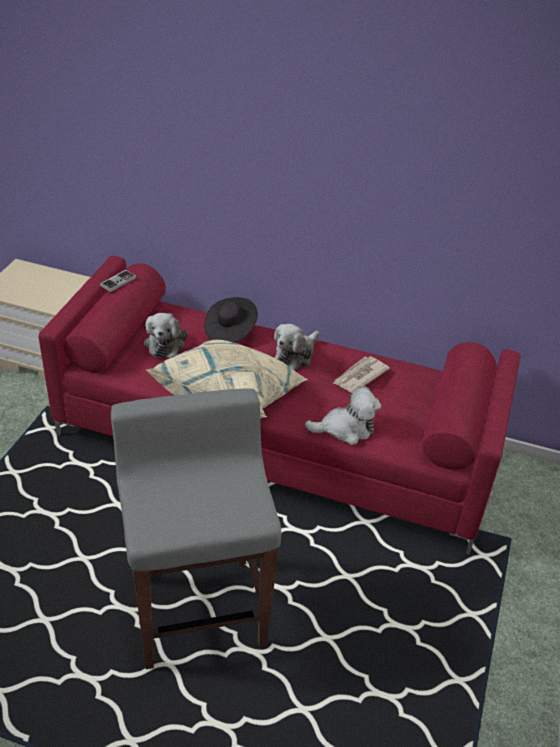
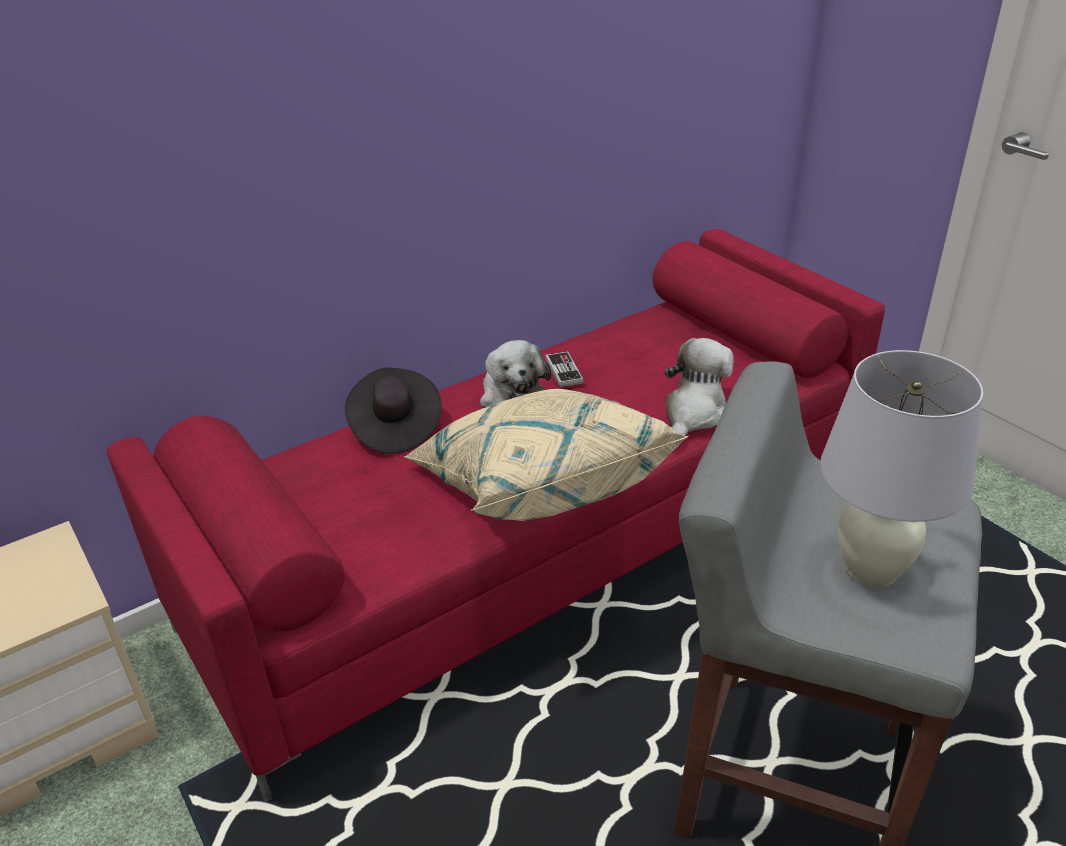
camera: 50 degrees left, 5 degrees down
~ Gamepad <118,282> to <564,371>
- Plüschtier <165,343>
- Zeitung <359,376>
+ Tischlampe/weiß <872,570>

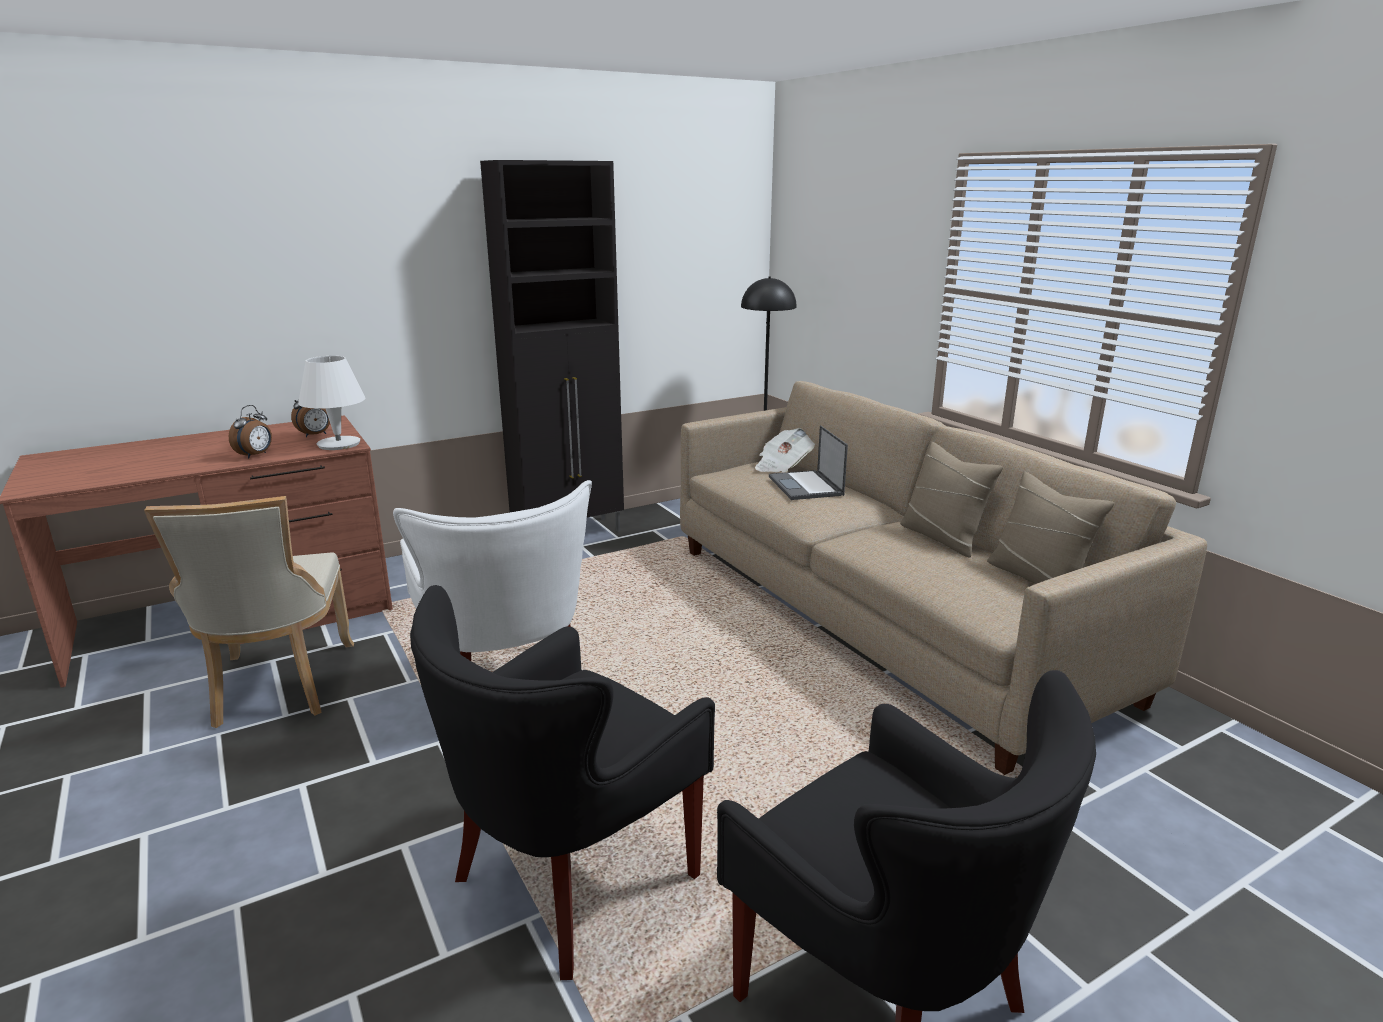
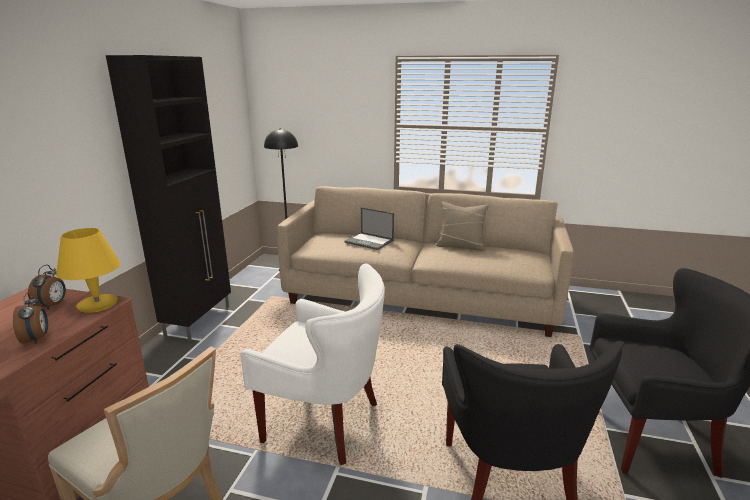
camera: 45 degrees left, 0 degrees up
~ Tischlampe/weiß <338,444> to Tischlampe/gelb <97,304>
- Zeitung <782,466>
- Kissen/beige <1038,579>

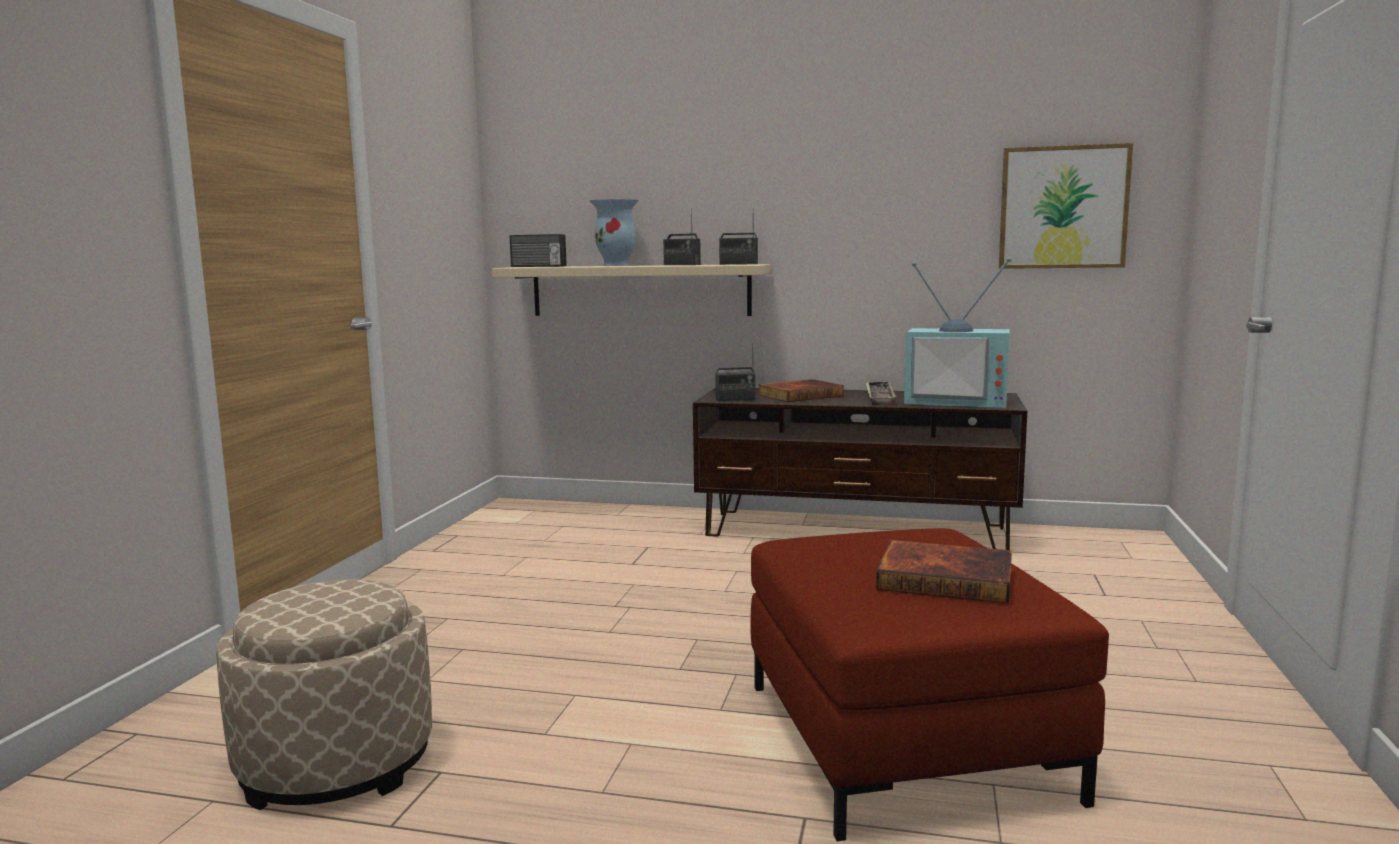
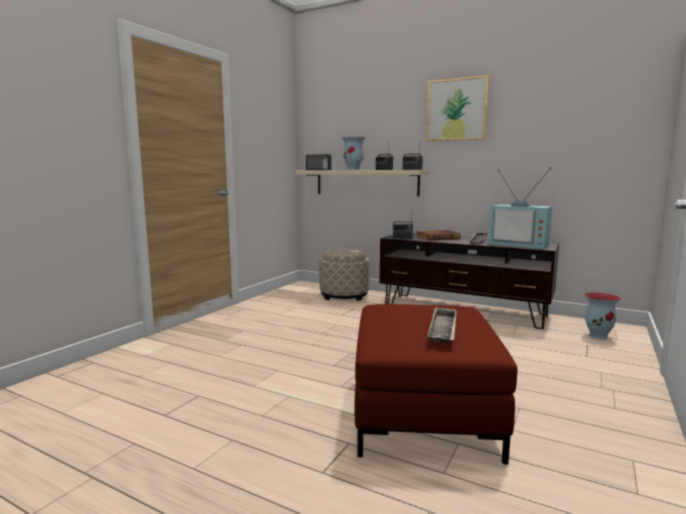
camera: 15 degrees right, 0 degrees up
~ Polsterhocker/beige <336,763> to <344,295>
~ Buch <946,578> to Tablett <443,330>
~ Bild <1063,207> to <457,109>
+ Vase <598,336>

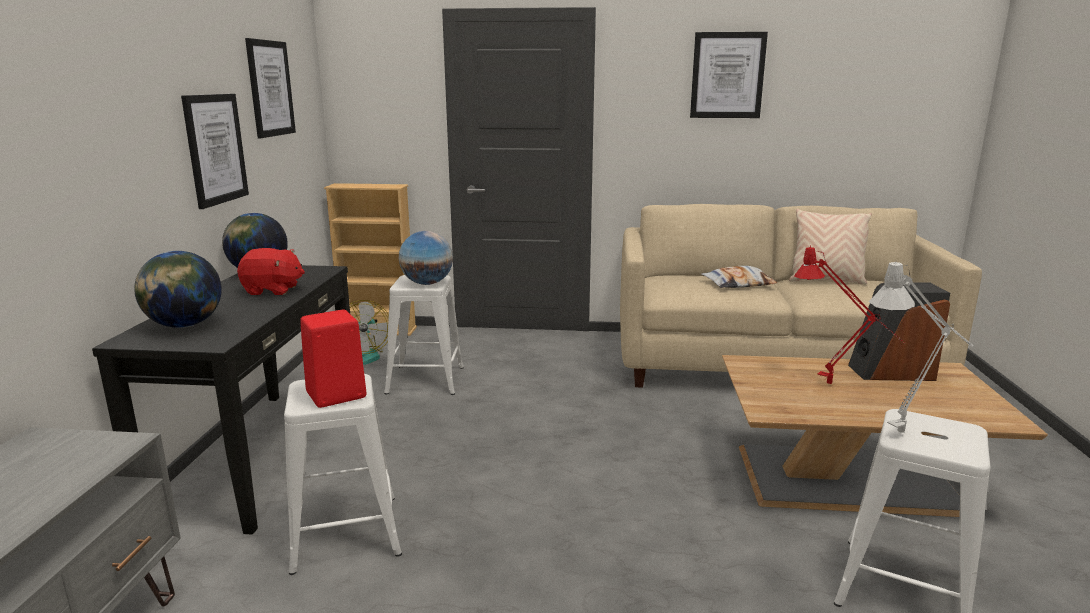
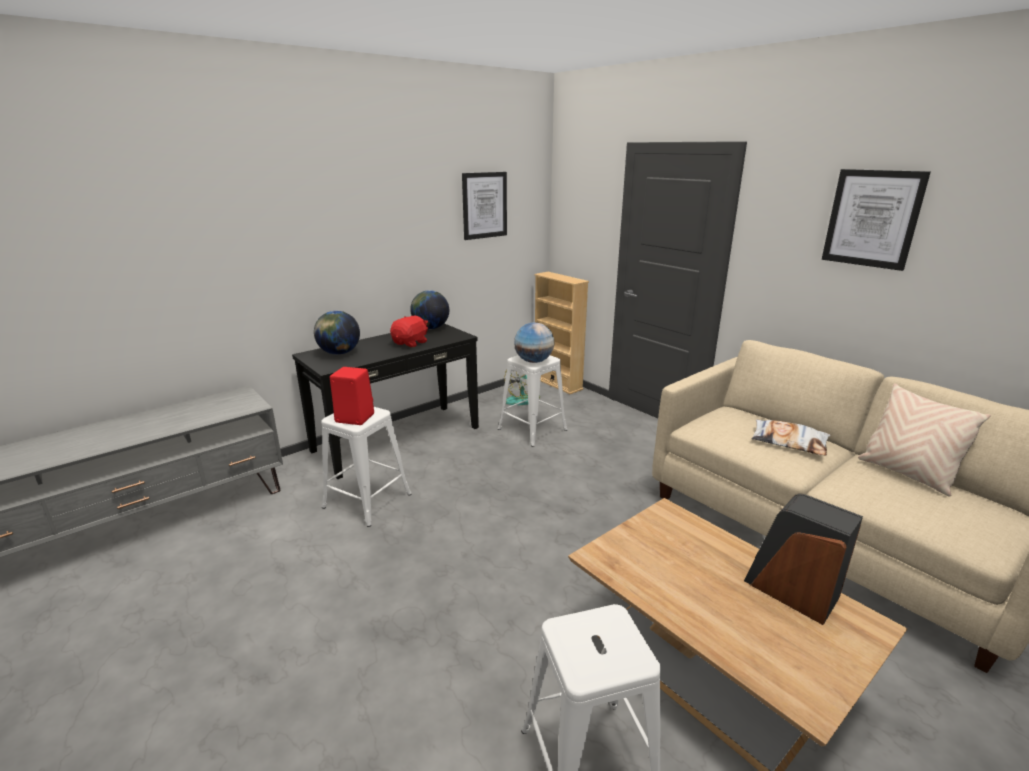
camera: 45 degrees right, 5 degrees up
- Bild <215,149>
~ Plüschtier/rot <272,290> = <411,343> 105 degrees counterclockwise
- Tischlampe/rot <836,387>
- Tischlampe/grau <907,432>

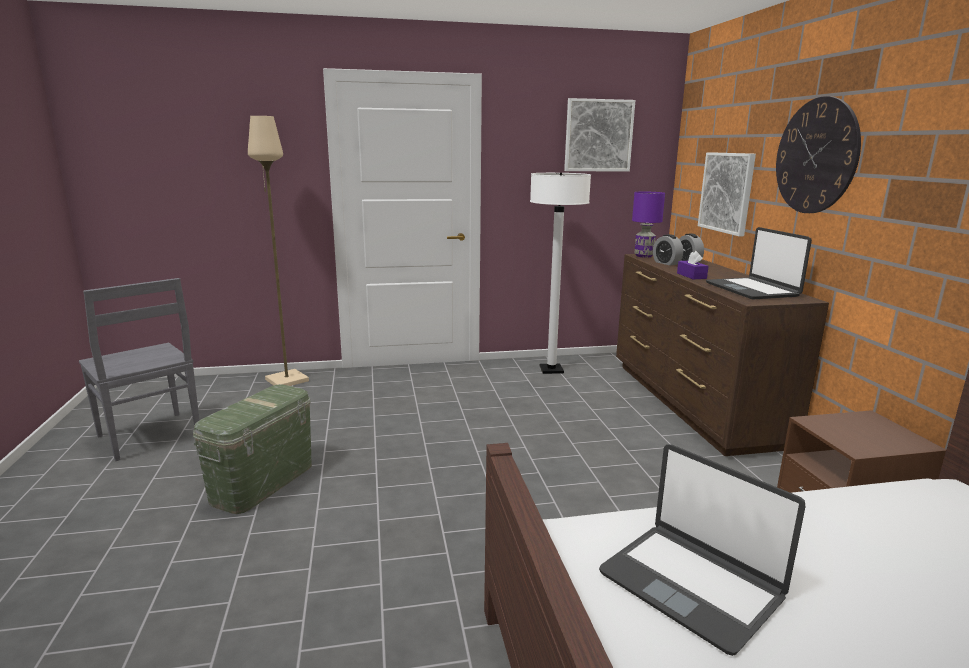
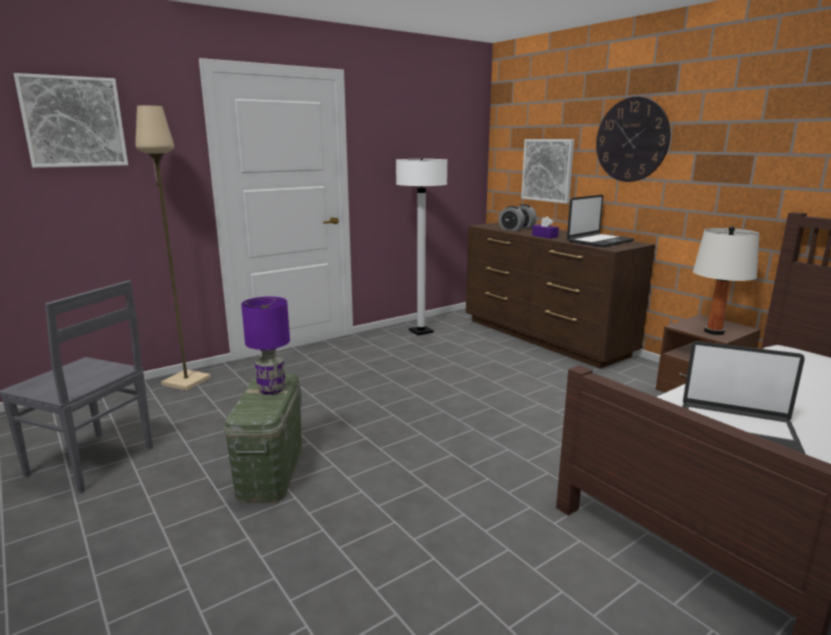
camera: 25 degrees left, 0 degrees up
~ Bild <598,135> to <74,122>
~ Tischlampe/lila <643,256> to <271,390>
~ Laptop <752,290> = <599,241> 90 degrees counterclockwise
+ Tischlampe/weiß <714,332>

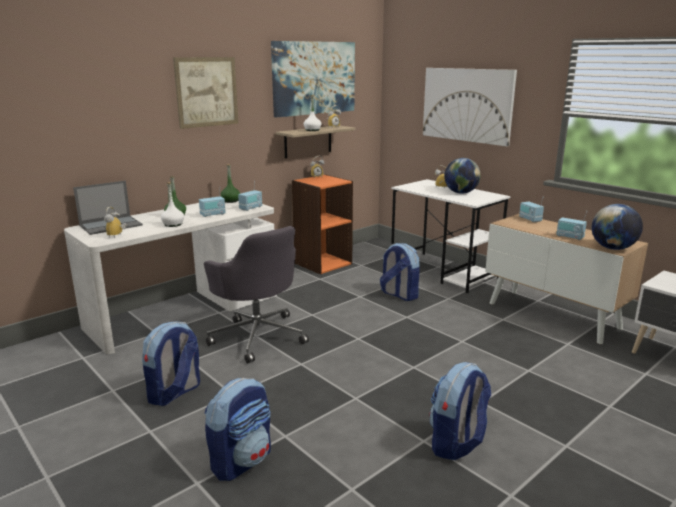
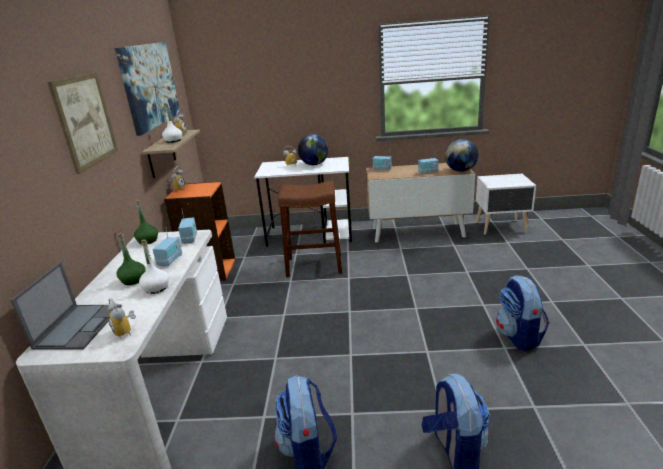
camera: 45 degrees left, 5 degrees up
- Bürostuhl/grau <257,336>
~ Rucksack <399,295> to Hocker/braun <314,265>
- Bild <467,105>

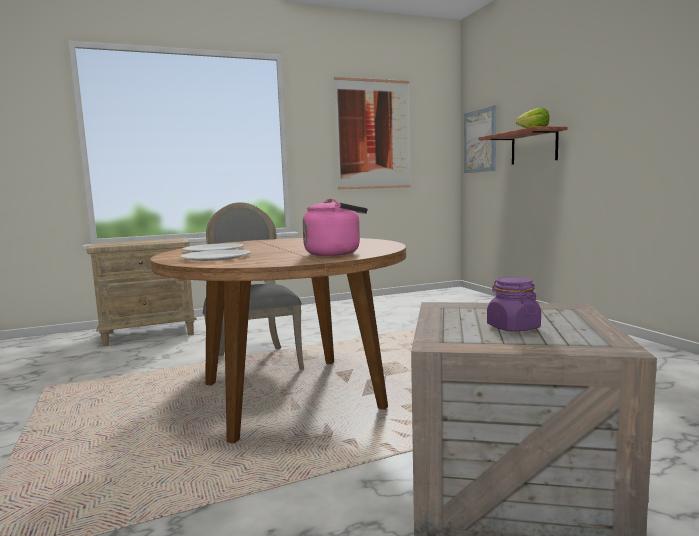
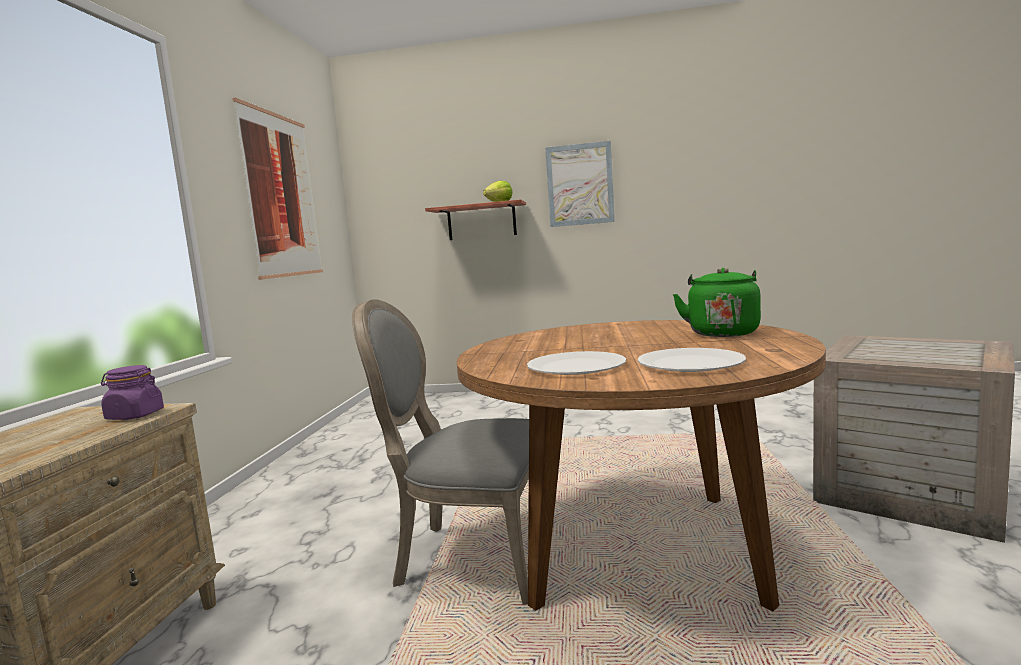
camera: 60 degrees left, 0 degrees up
~ Wasserkessel/rosa <336,253> to Wasserkessel/grün <722,332>
~ Bild <480,141> to <580,184>
~ Vorratsglas/lila <513,327> to <134,415>

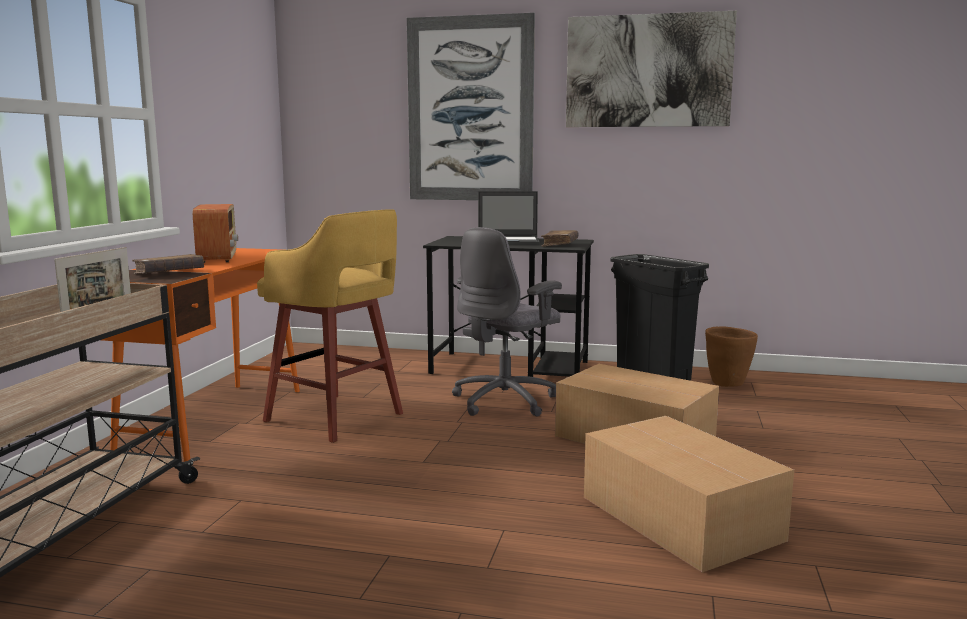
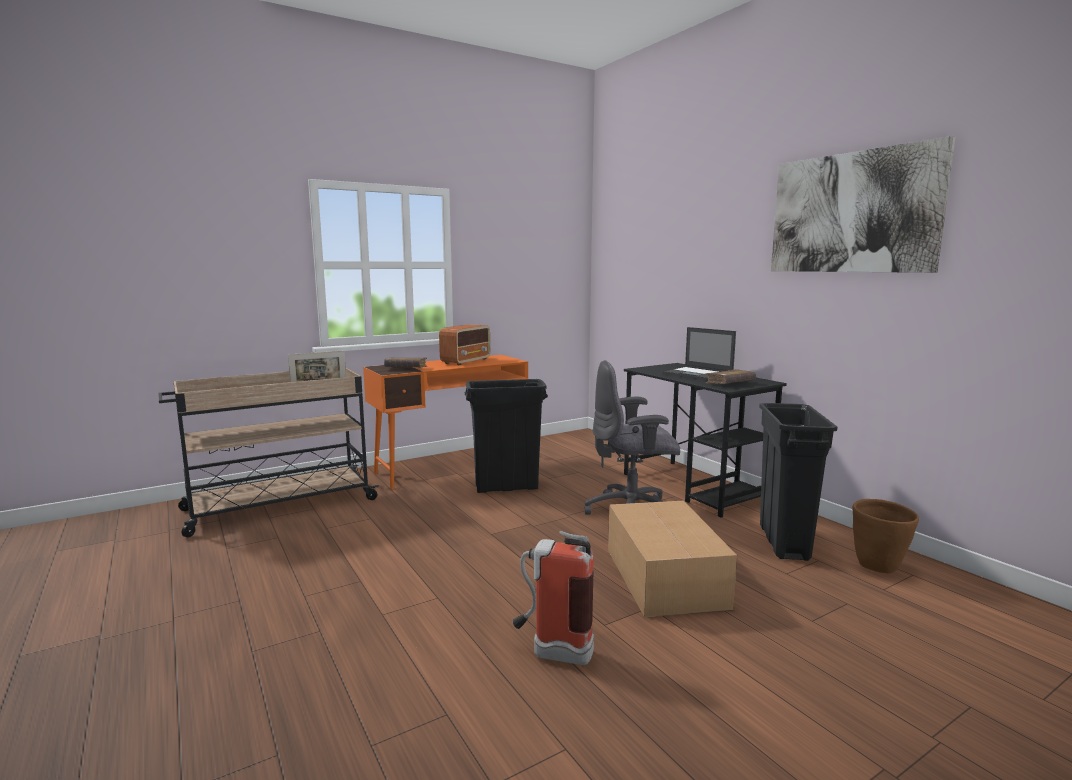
camera: 45 degrees right, 0 degrees up
~ Hocker/gelb <337,418> to Mülleimer/schwarz <506,487>
- Bild <470,110>
~ Karton <680,519> to Feuerlöscher <552,653>

